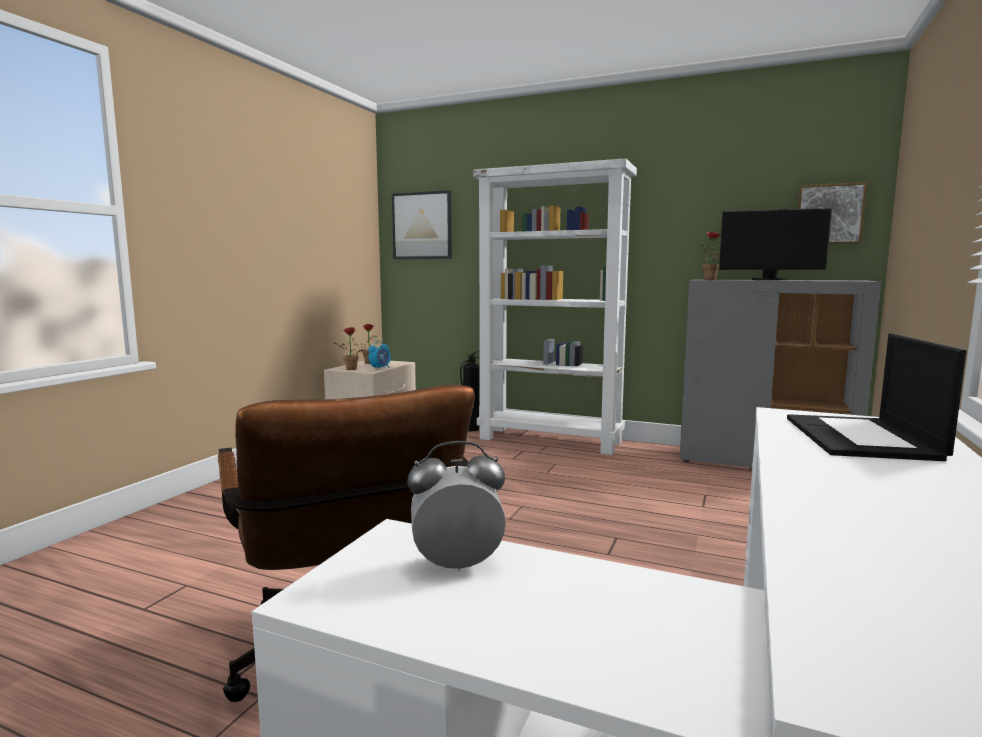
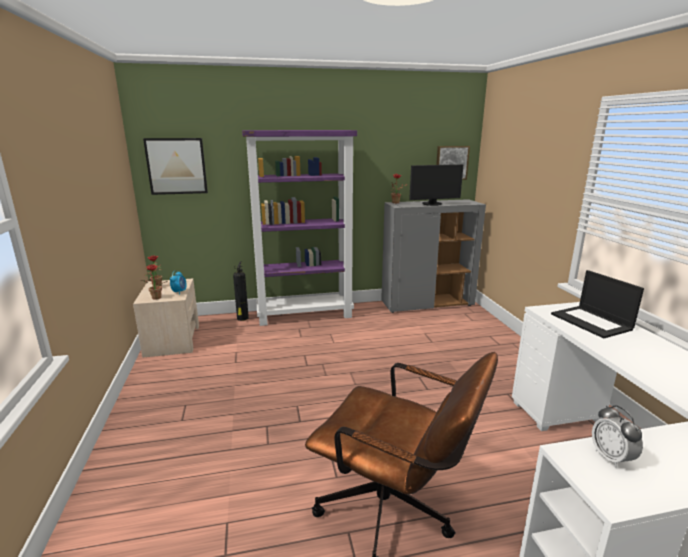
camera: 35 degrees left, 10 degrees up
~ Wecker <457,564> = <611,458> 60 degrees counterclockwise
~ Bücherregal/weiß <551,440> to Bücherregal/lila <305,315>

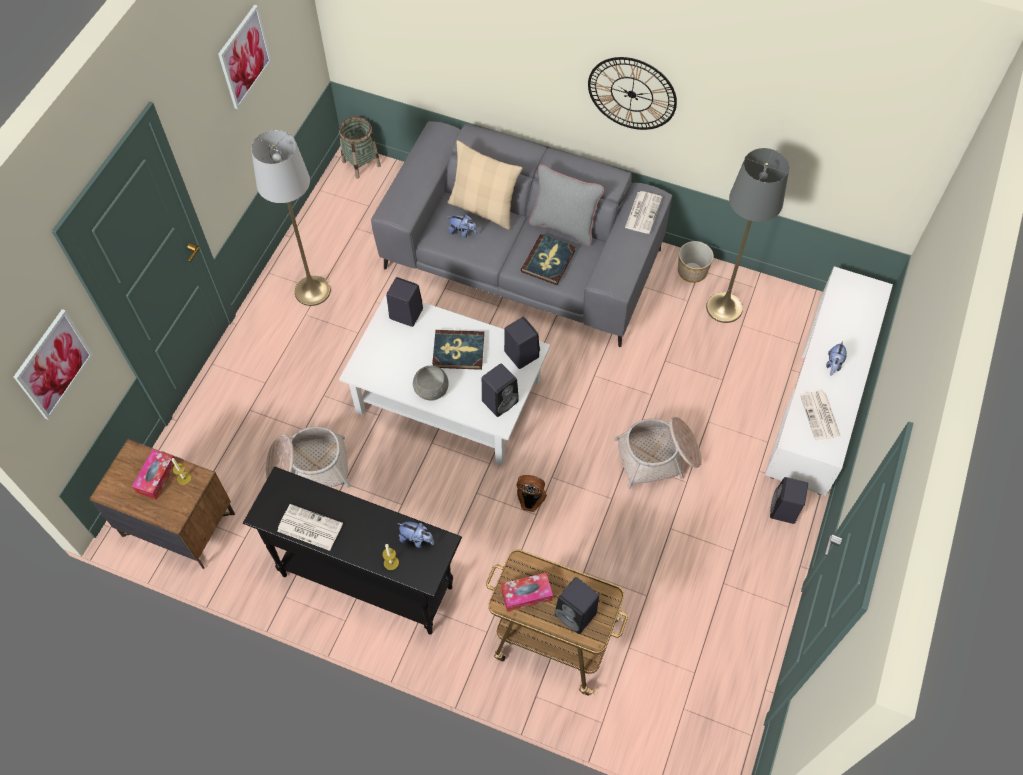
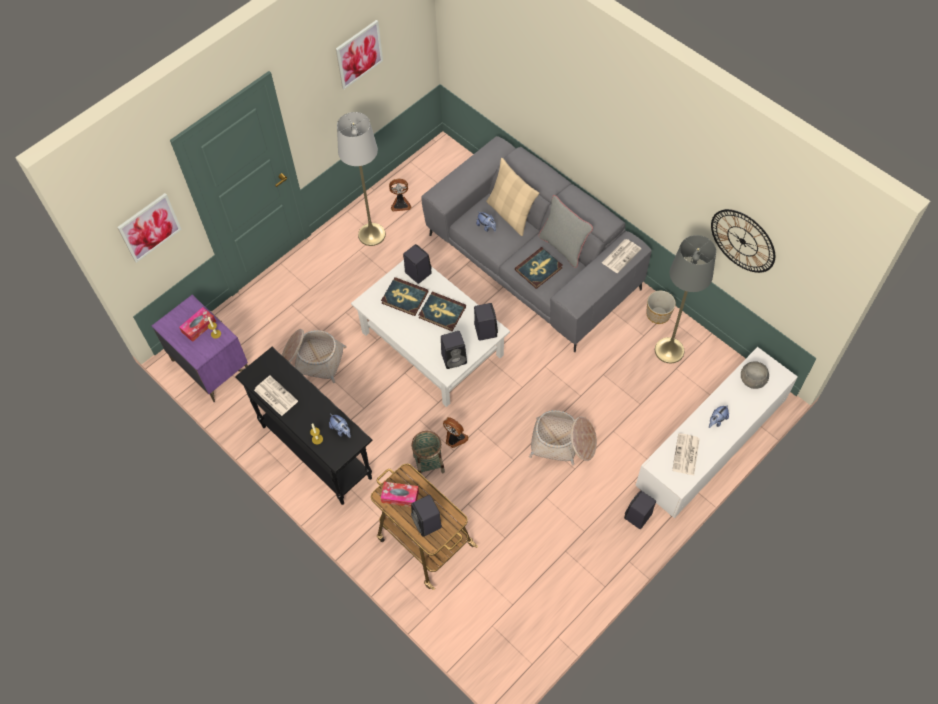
camera: 25 degrees right, 0 degrees up
~ Nachttisch/braun <178,525> to Nachttisch/lila <210,366>
~ Korb <361,163> to <429,463>
~ Schüssel/grau <431,389> to <752,380>
~ Wanduhr <632,94> to <742,241>
+ Buch <404,298>
+ Ventilator <400,204>

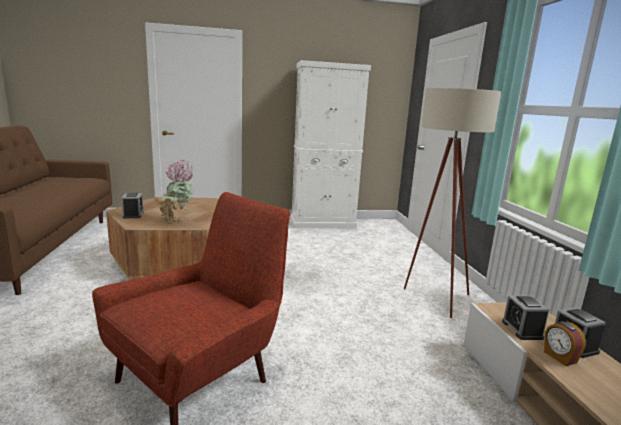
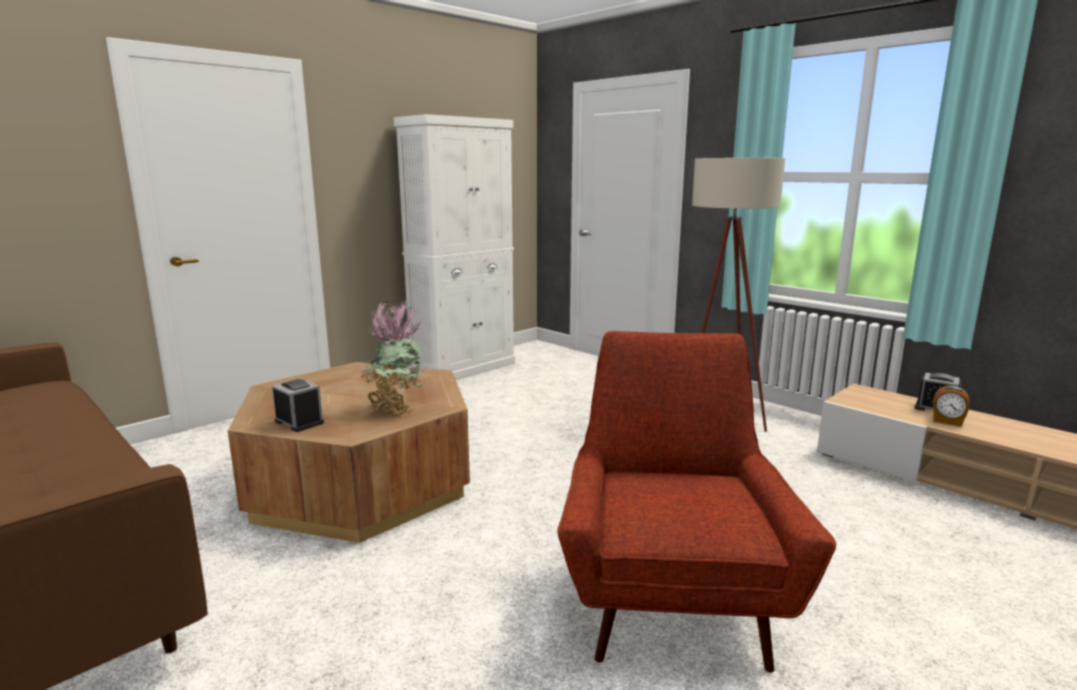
camera: 35 degrees left, 0 degrees up
- Wecker <522,329>

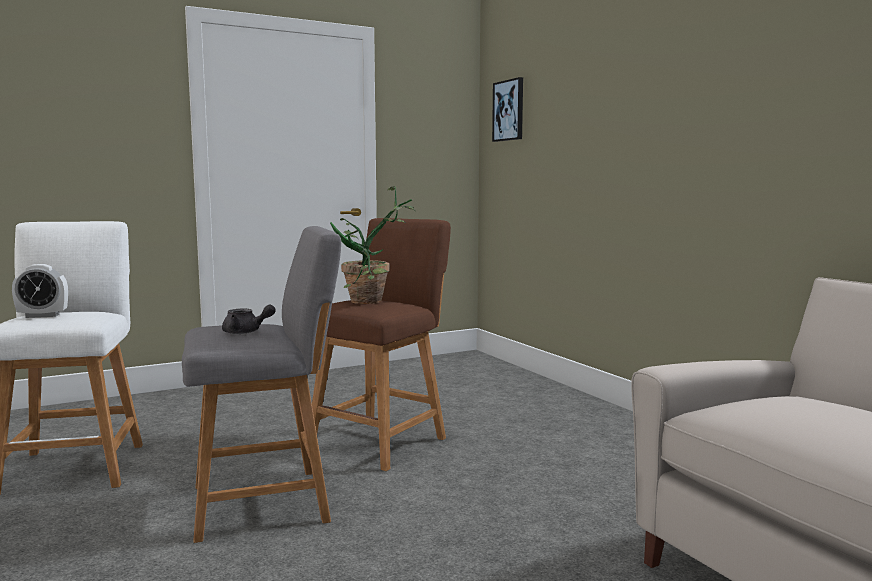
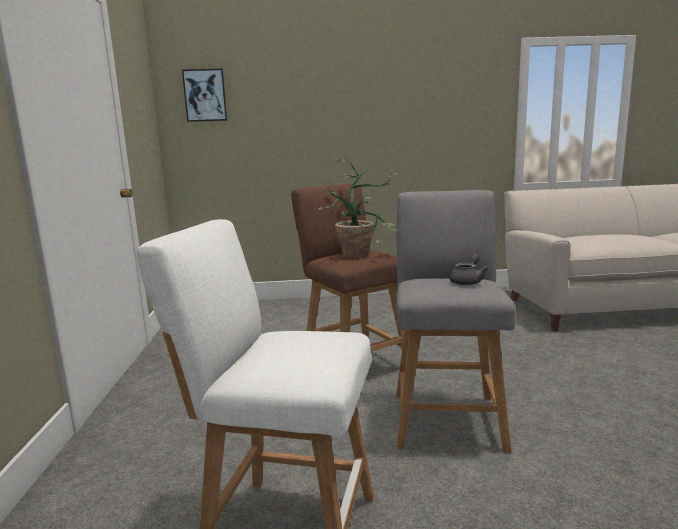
camera: 65 degrees left, 5 degrees up
- Wecker <42,316>

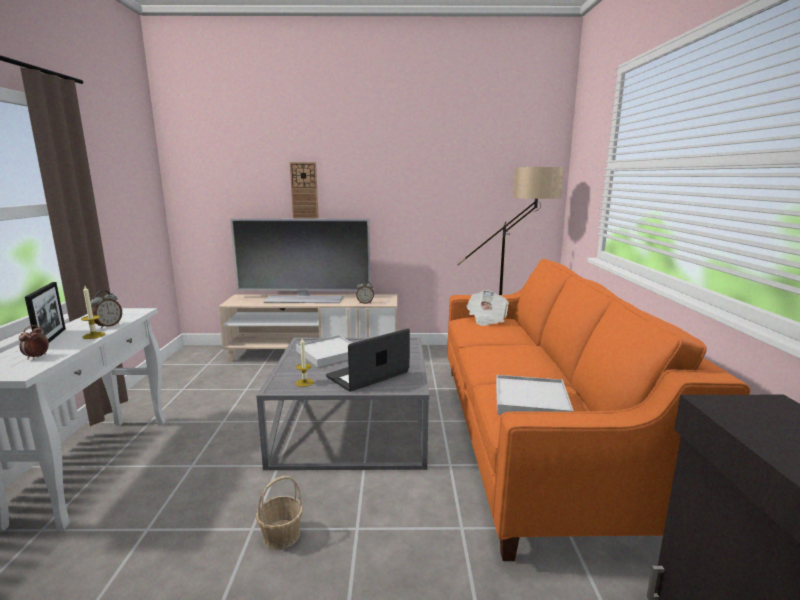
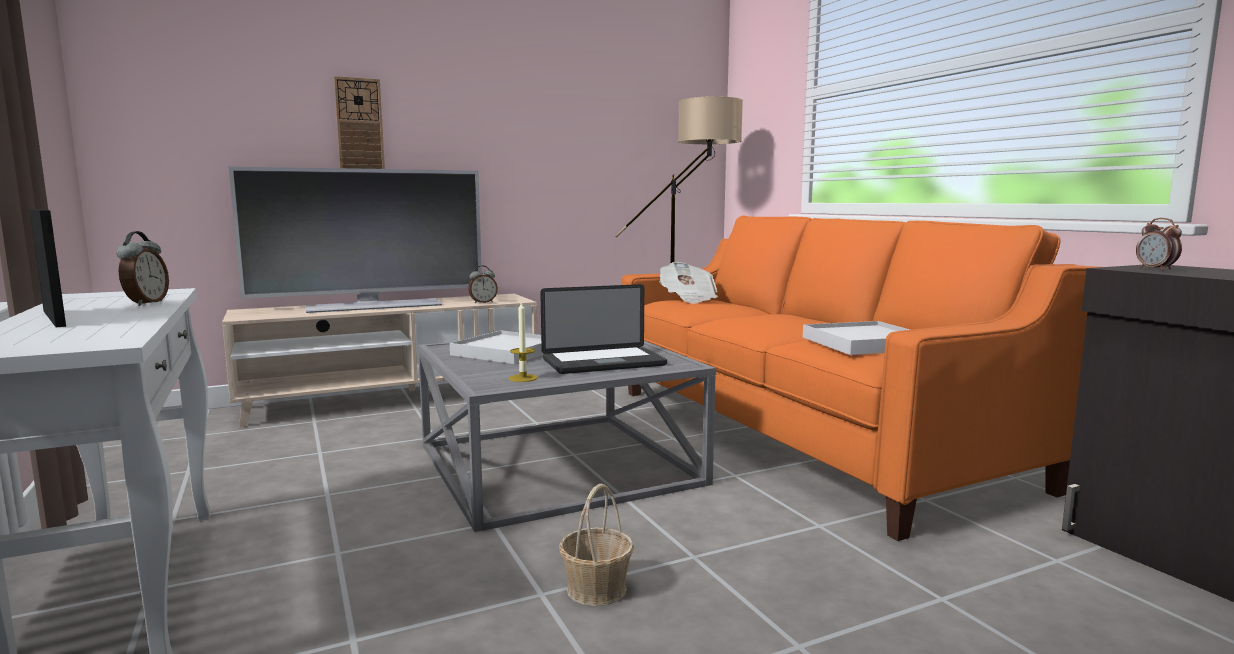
camera: 25 degrees left, 5 degrees down
~ Wecker <37,357> to <1156,269>
- Kerze <94,335>
~ Laptop <368,375> = <603,362> 135 degrees counterclockwise

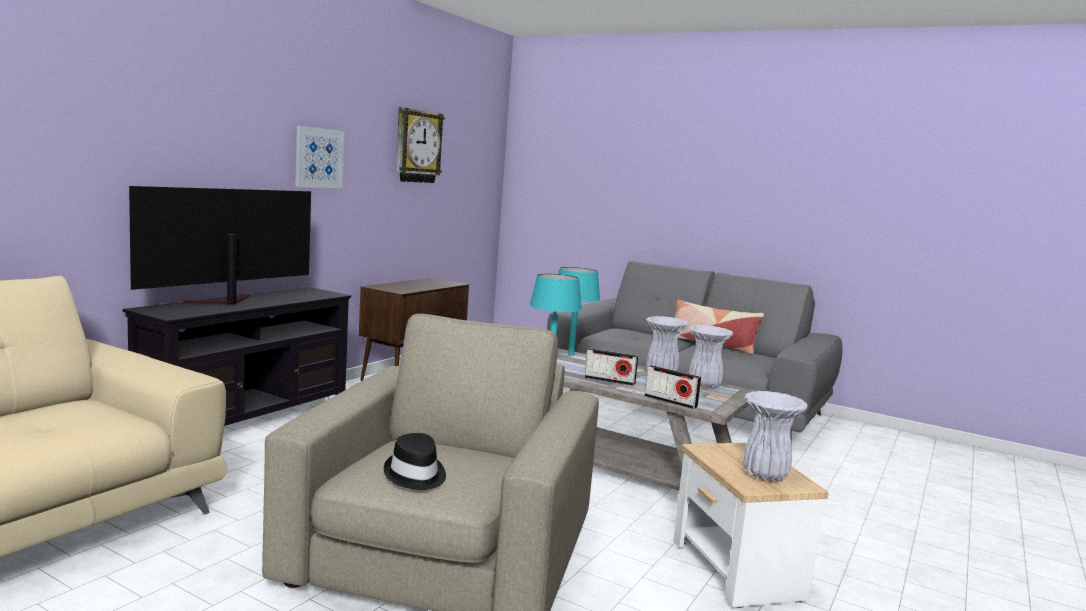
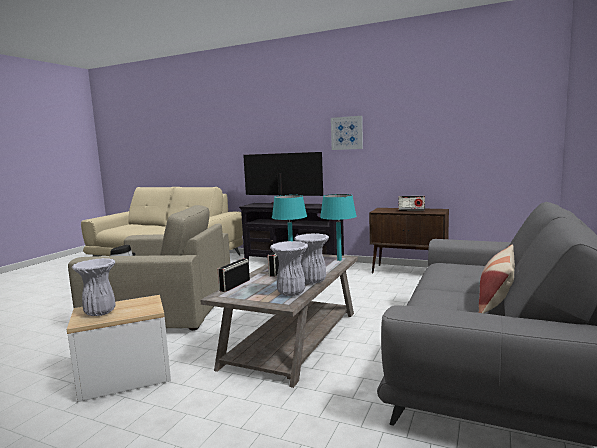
camera: 85 degrees right, 0 degrees up
- Wanduhr <417,146>
+ Radio <411,210>

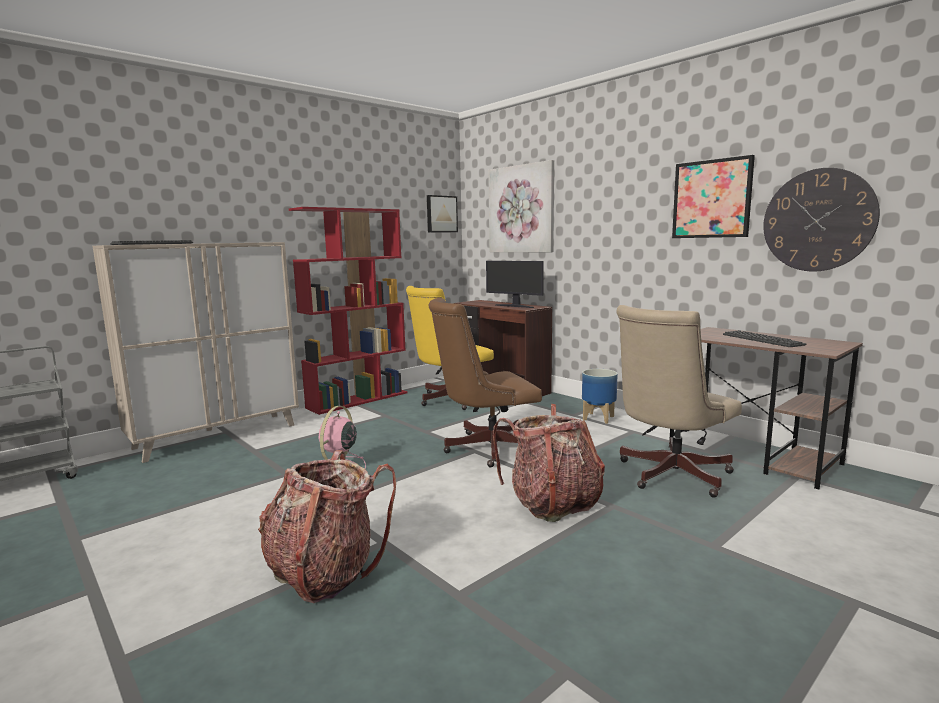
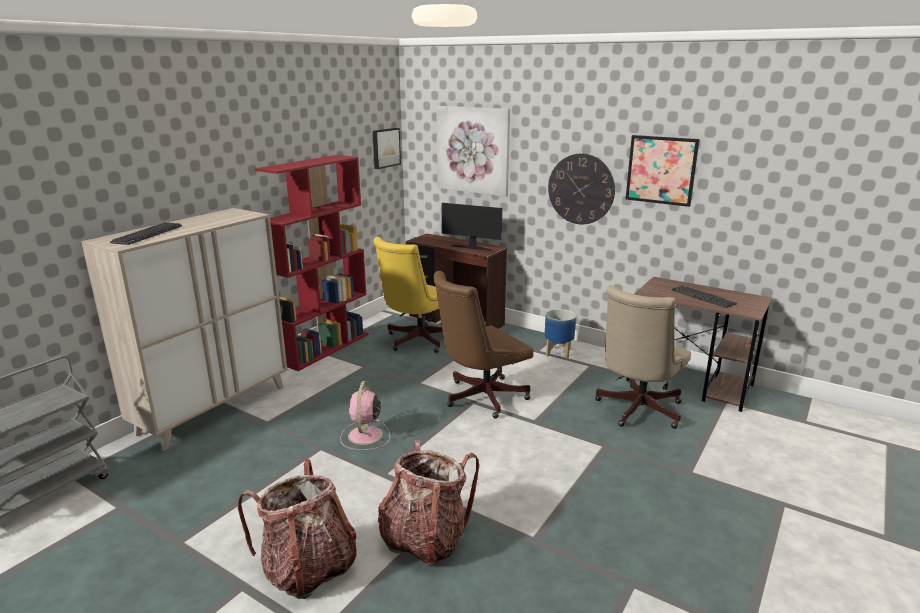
camera: 15 degrees left, 10 degrees up
~ Rucksack <552,503> to <308,568>
~ Wanduhr <818,220> to <581,189>

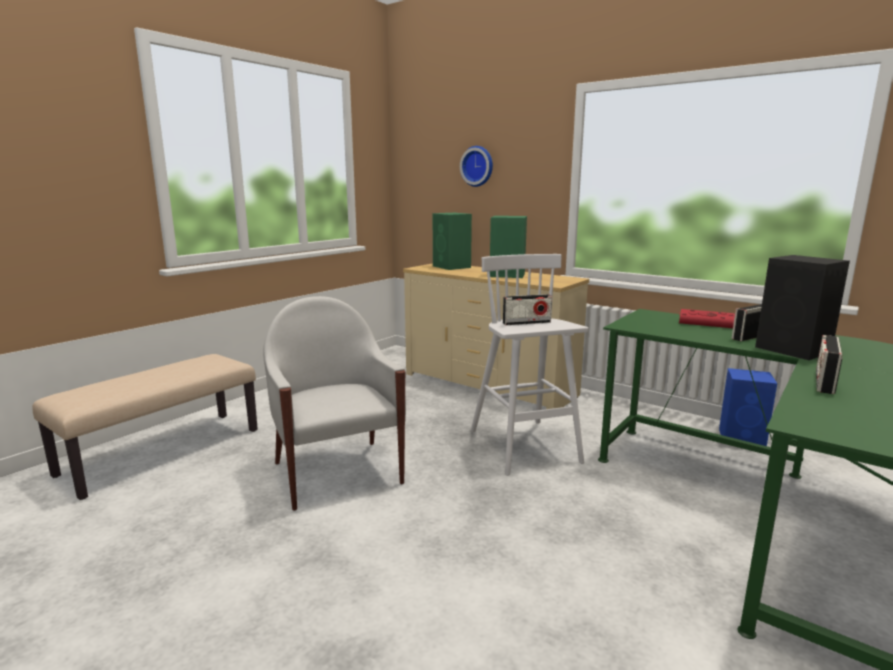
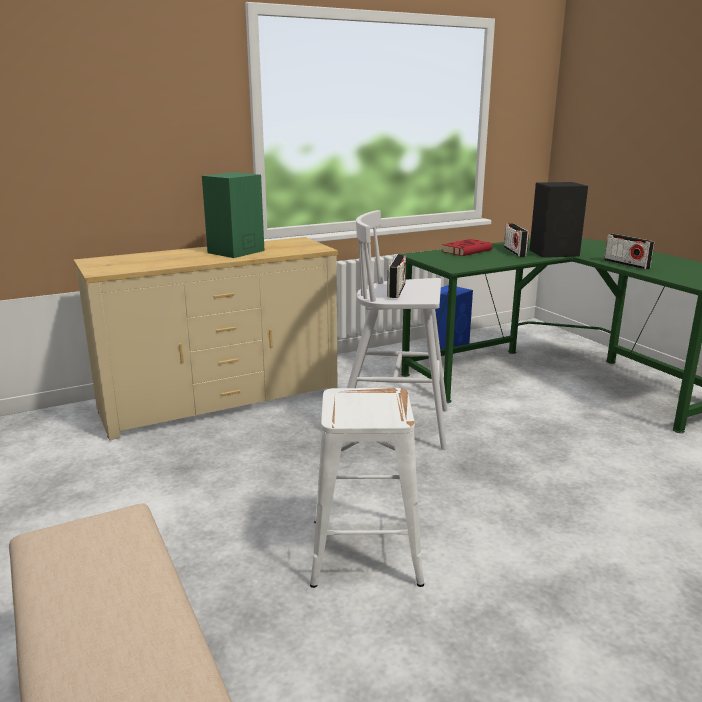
camera: 65 degrees left, 5 degrees up
~ Sessel/weiß <337,471> to Hocker/weiß <363,551>
- Lautsprecher/grün <452,267>
- Wanduhr <478,166>

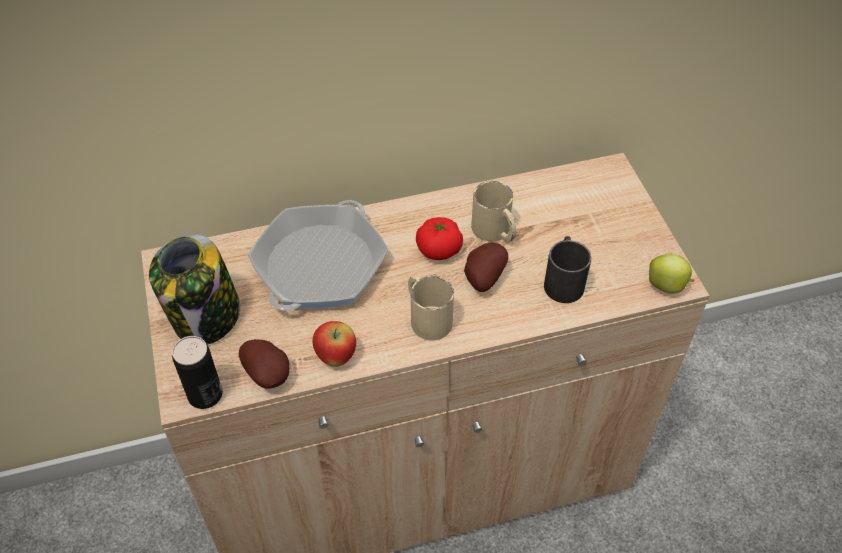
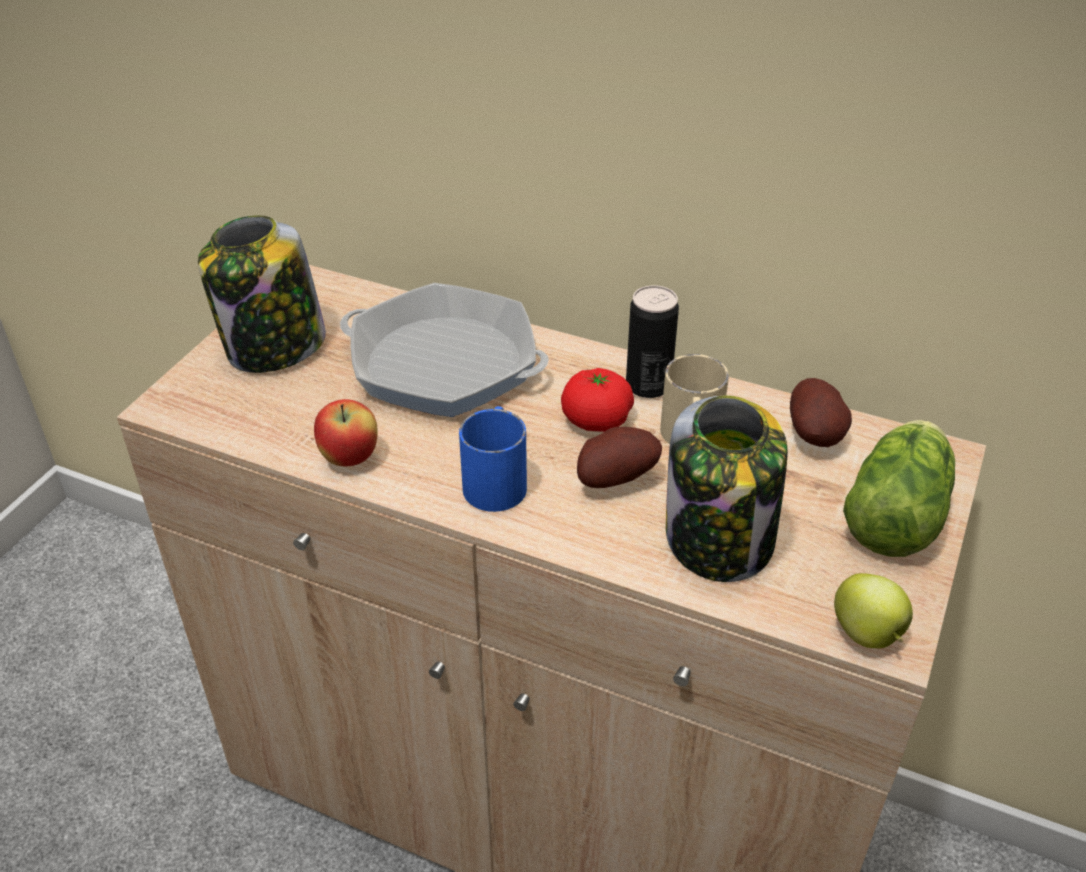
camera: 40 degrees right, 10 degrees down
~ Dose <205,395> to <648,385>
~ Kartoffel <269,374> to <816,436>
~ Pfanne <320,265> = <444,363> 135 degrees counterclockwise
~ Henkelbecher/beige <426,317> to Henkelbecher/blau <496,479>
~ Henkelbecher/schwarz <563,280> to Vorratsglas <719,540>
+ Salatkopf <897,511>

